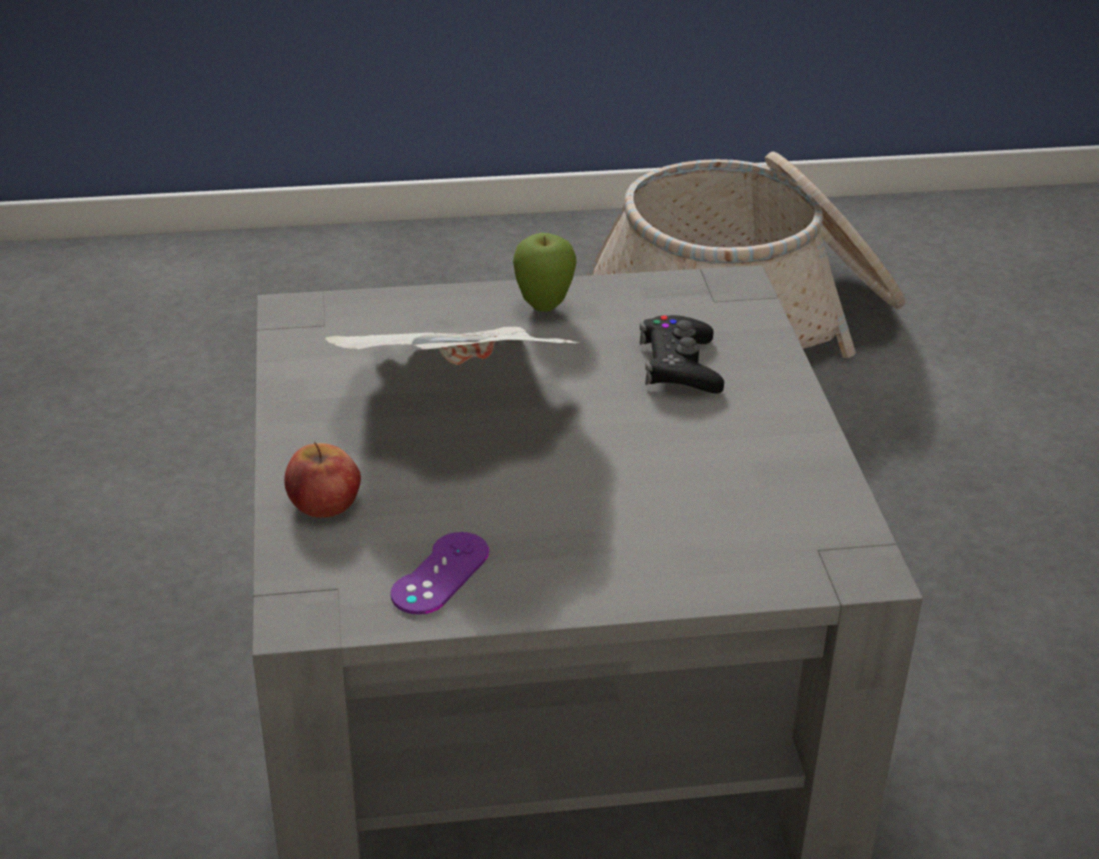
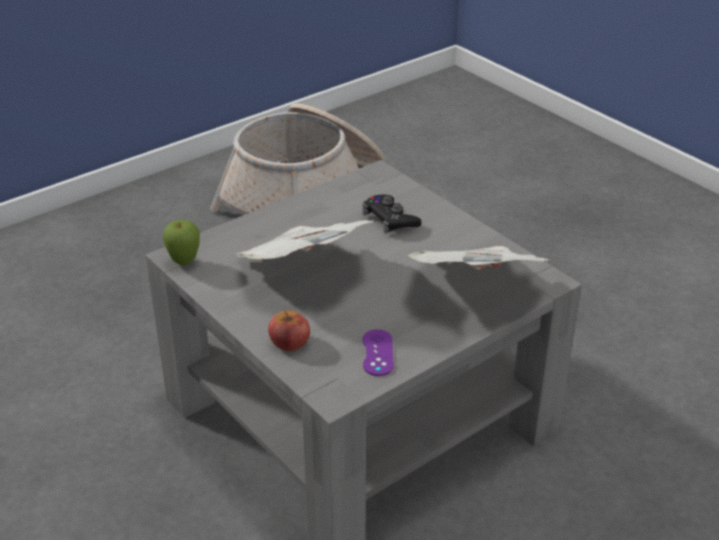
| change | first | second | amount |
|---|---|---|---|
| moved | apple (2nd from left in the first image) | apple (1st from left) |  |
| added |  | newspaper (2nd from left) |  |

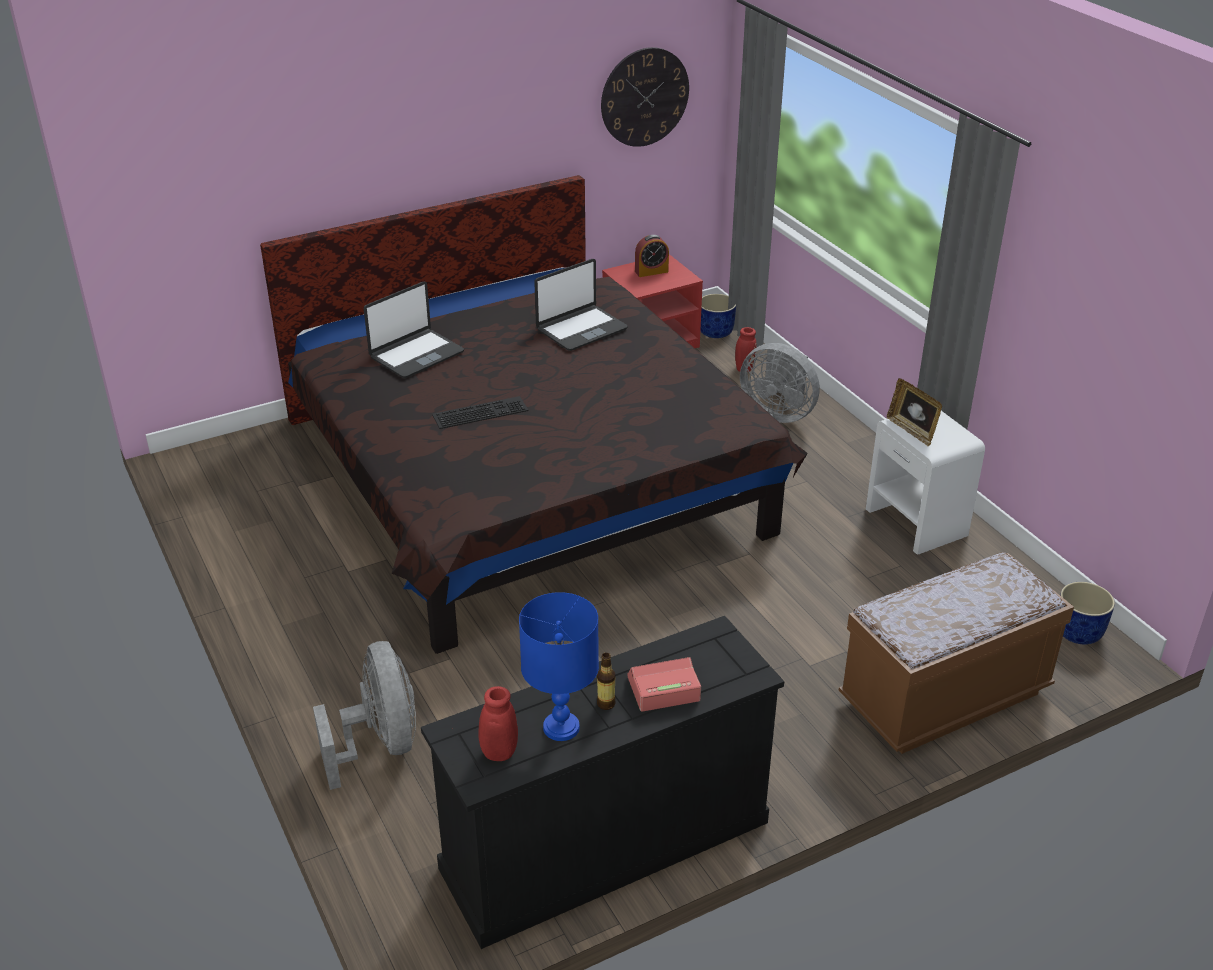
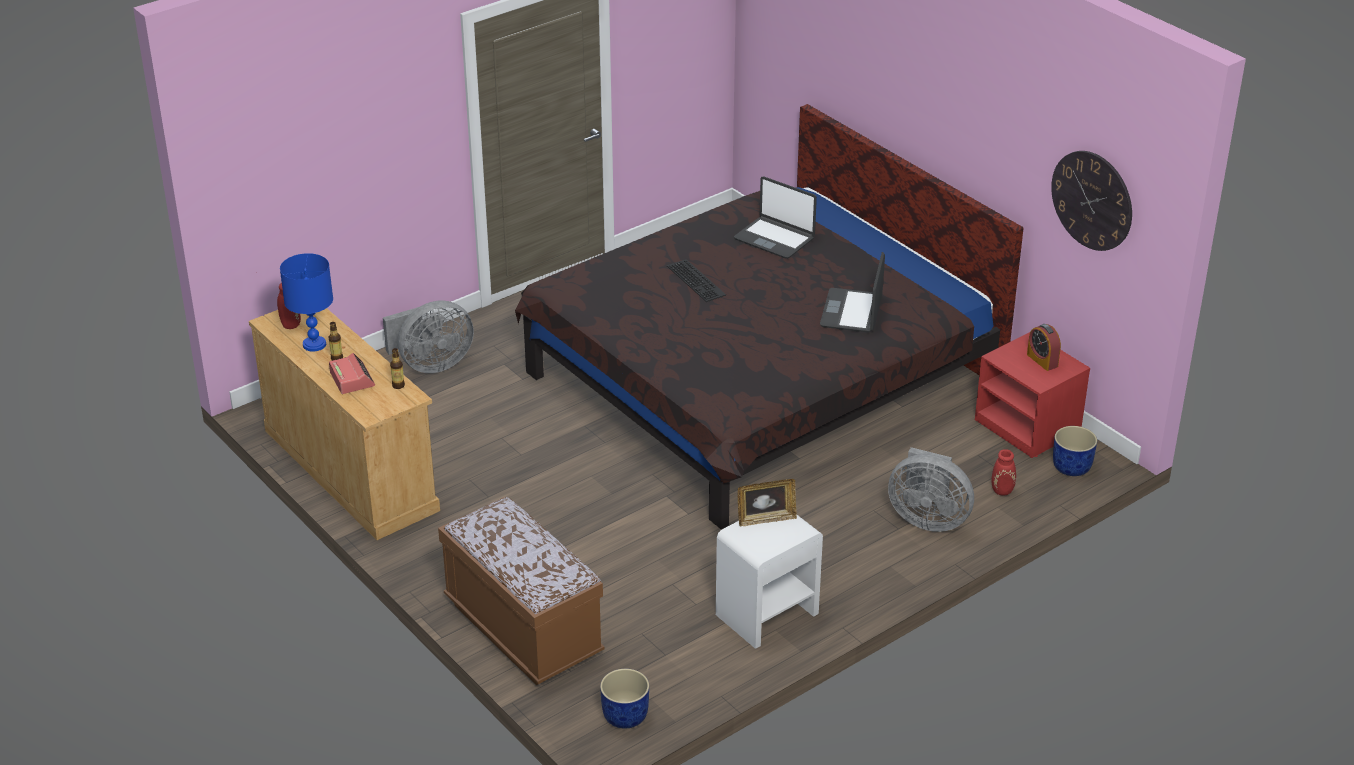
| change | first | second | amount |
|---|---|---|---|
| recoloured | dresser (black) | dresser (beige) |  |
| added |  | bottle (2nd from left) |  |
| turned | picture frame |  | 150 degrees counterclockwise |
| turned | laptop (2nd from left) |  | 60 degrees clockwise |
| turned | fan (grey) (2nd from left) |  | 90 degrees counterclockwise |

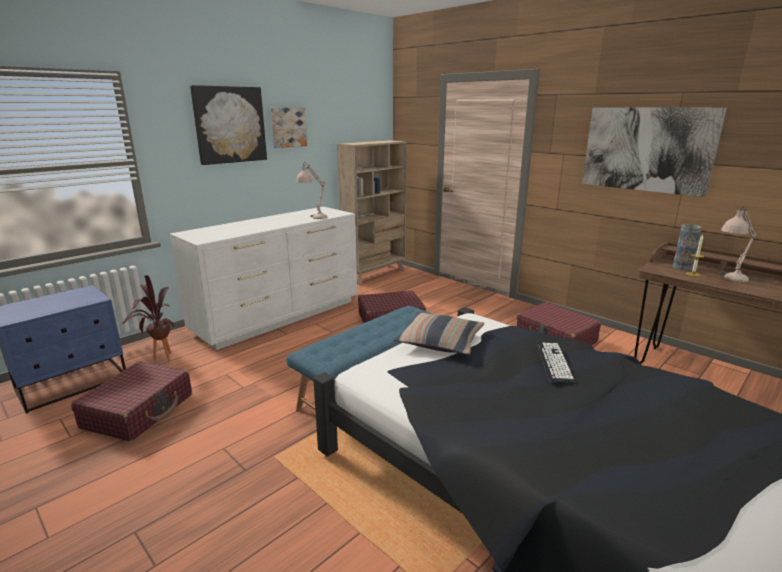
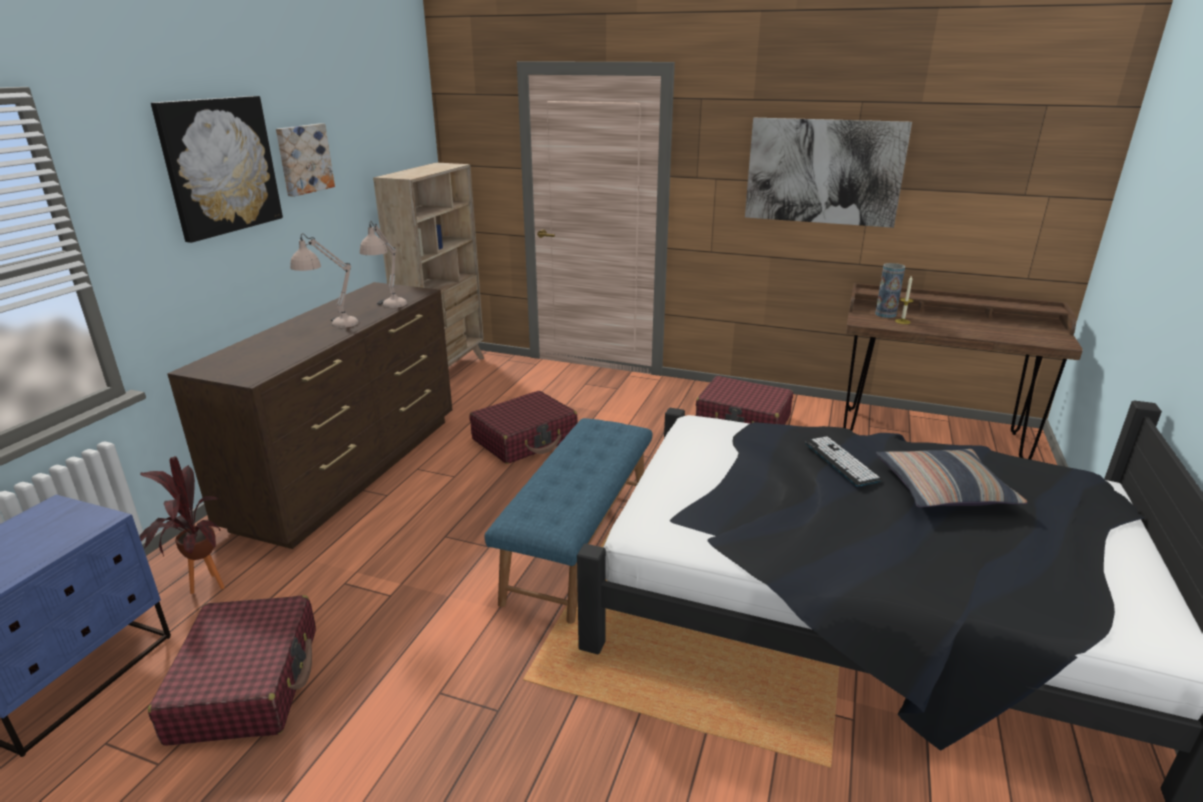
| change | first | second | amount |
|---|---|---|---|
| recoloured | dresser (white) | dresser (brown) |  |
| moved | table lamp (beige) (2nd from left in the first image) | table lamp (beige) (1st from left) |  |
| moved | pillow |  |  |

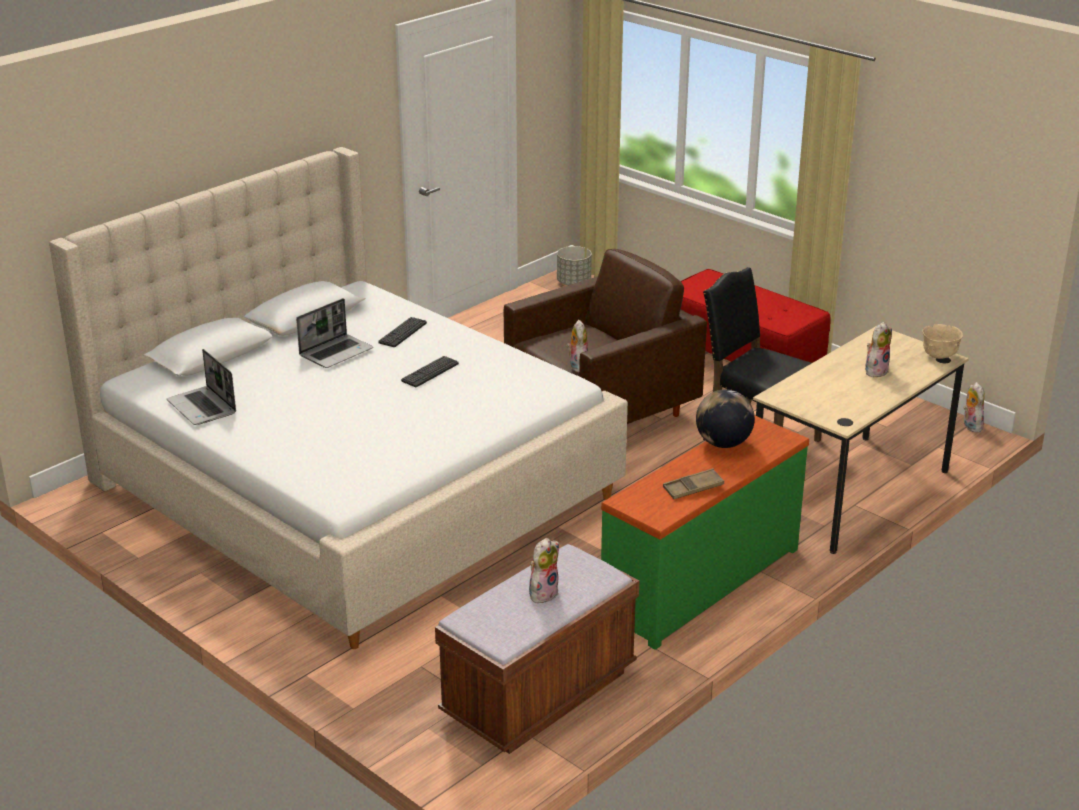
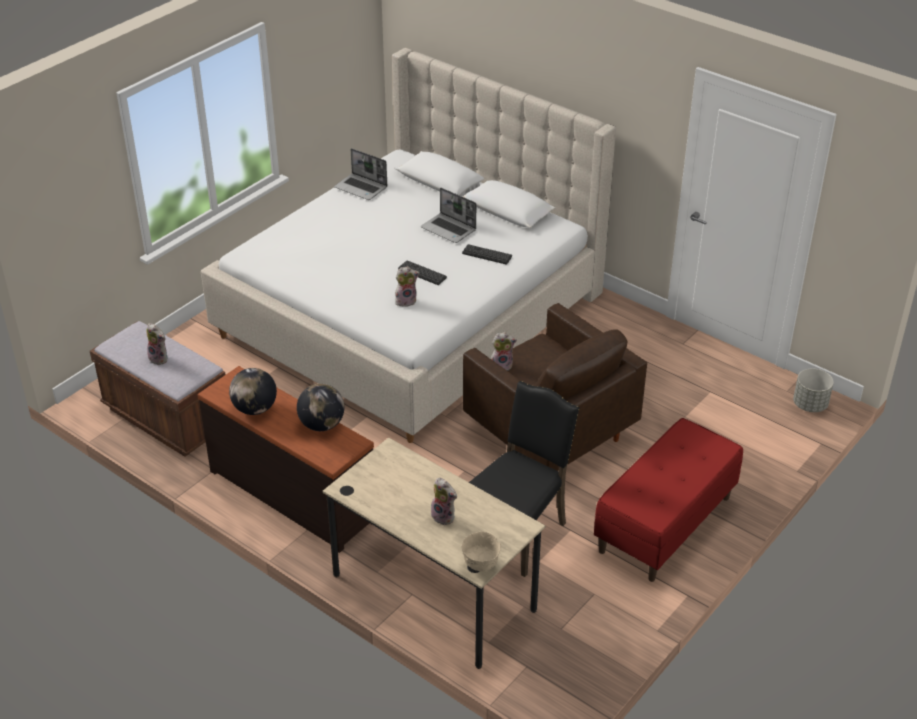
| change | first | second | amount |
|---|---|---|---|
| recoloured | dresser (green) | dresser (brown) |  |
| replaced | tray (brown) | globe (1st from left) |  |
| turned | laptop (1st from left) |  | 105 degrees counterclockwise |
| moved | plush toy (4th from left in the first image) | plush toy (2nd from left) |  |

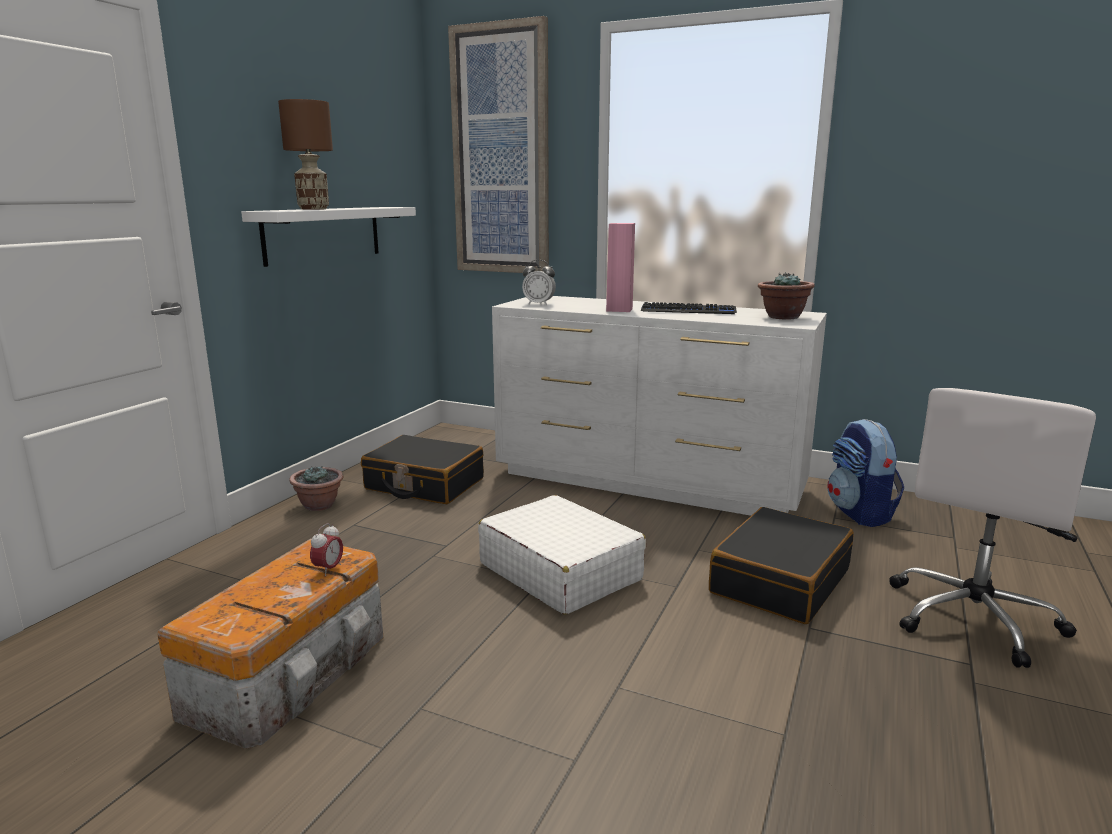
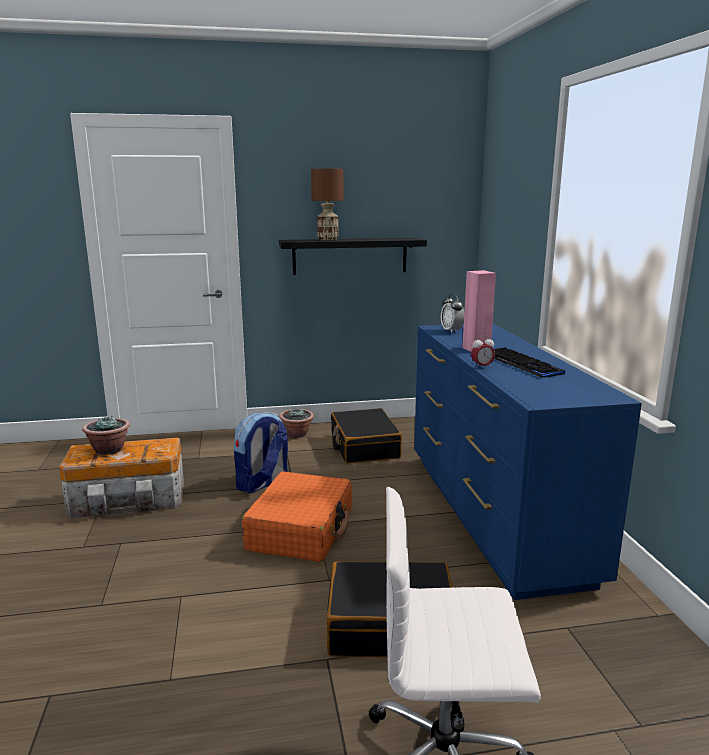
| change | first | second | amount |
|---|---|---|---|
| moved | potted plant (2nd from left in the first image) | potted plant (1st from left) |  |
| moved | backpack |  |  |
| recoloured | suitcase (white) | suitcase (orange) |  |
| recoloured | shelf (white) | shelf (black) |  |
| recoloured | dresser (white) | dresser (blue) |  |
| moved | alarm clock (1st from left in the first image) | alarm clock (2nd from left) |  |
| removed | picture |  |  |

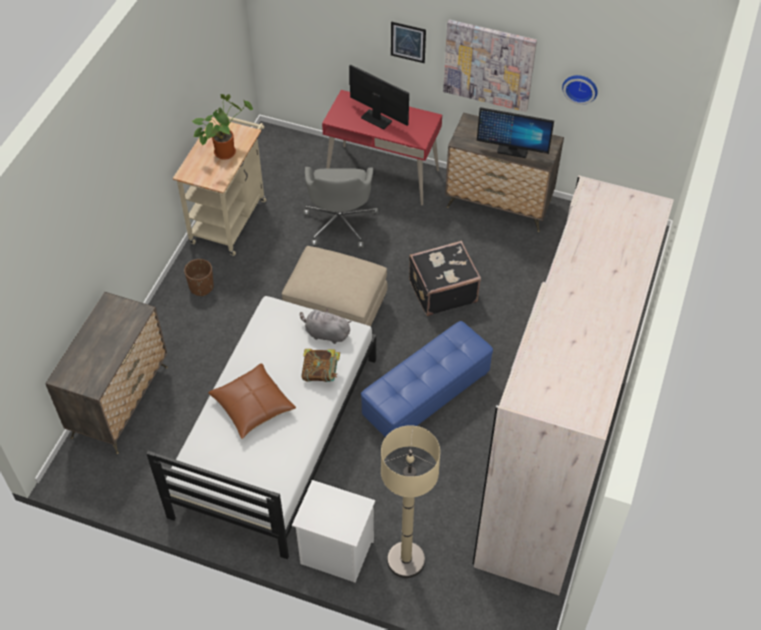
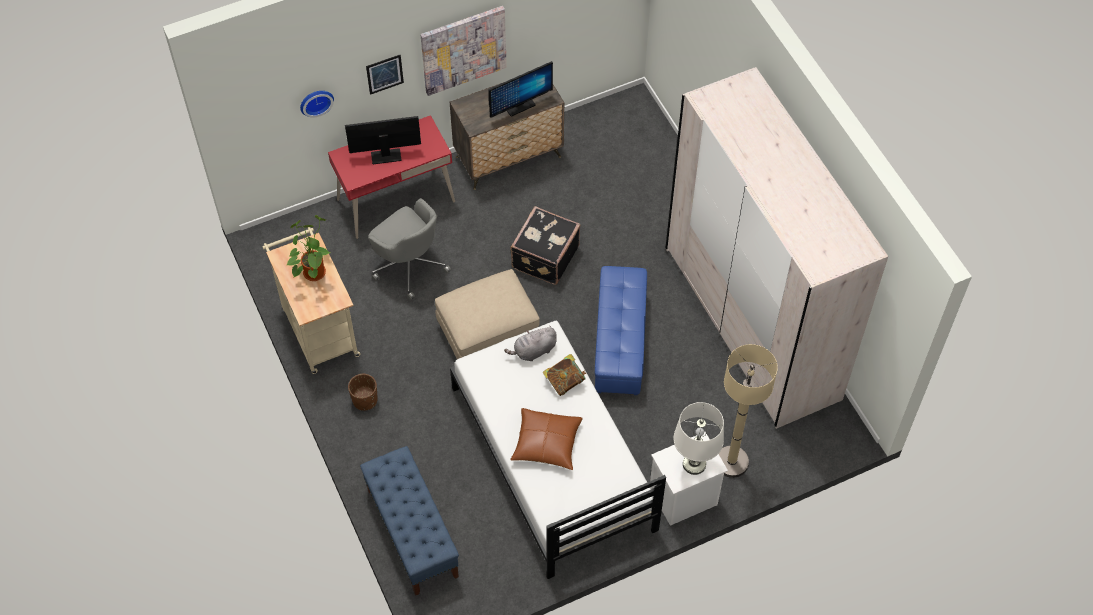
| change | first | second | amount |
|---|---|---|---|
| moved | wall clock |  |  |
| replaced | dresser (1st from left) | bench (blue) |  |
| added |  | table lamp (white) |  |

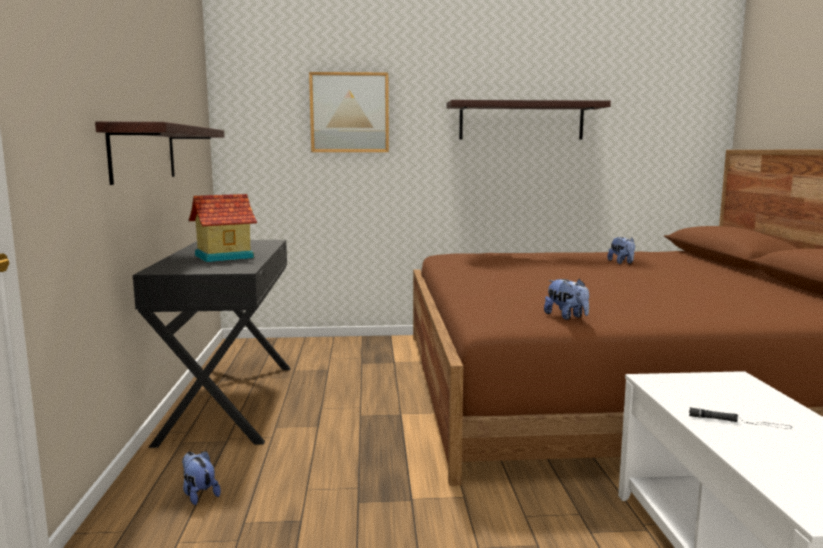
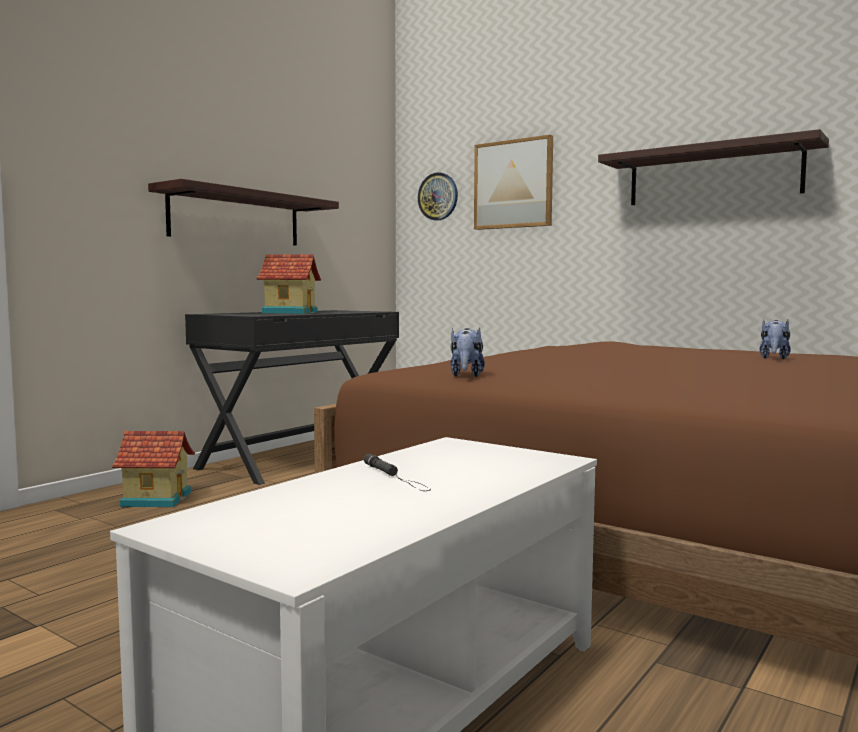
| change | first | second | amount |
|---|---|---|---|
| replaced | plush toy (1st from left) | toy house (1st from left) |  |
| added |  | wall clock |  |

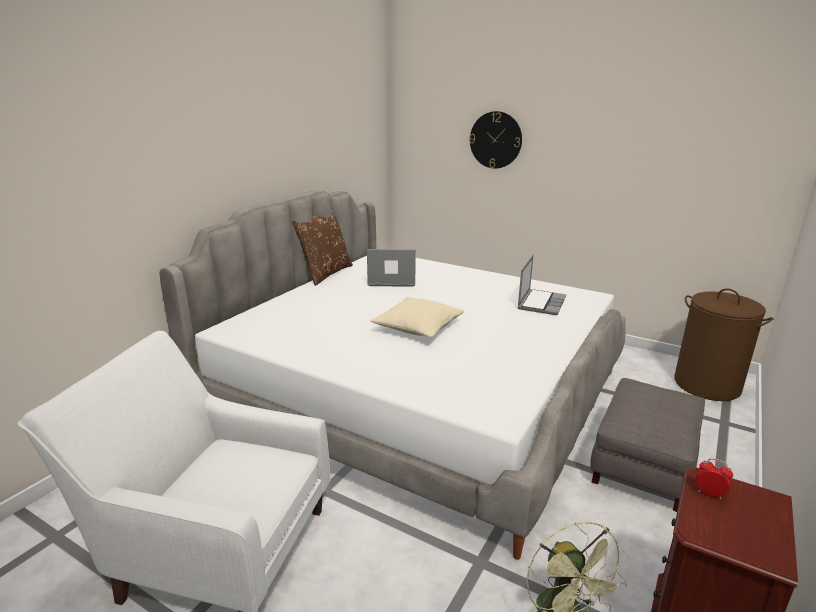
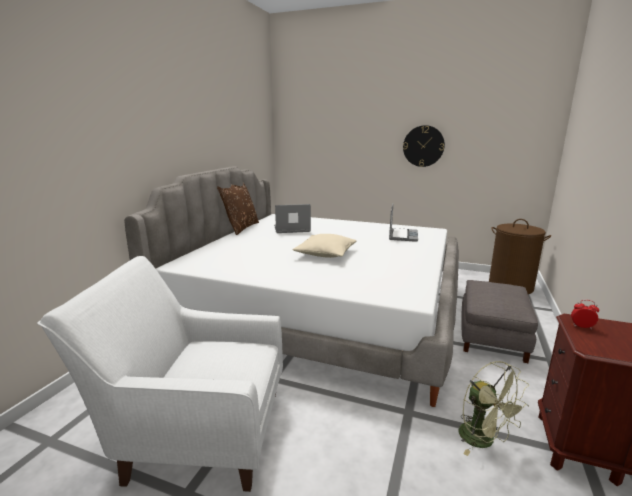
| change | first | second | amount |
|---|---|---|---|
| moved | wall clock |  |  |

